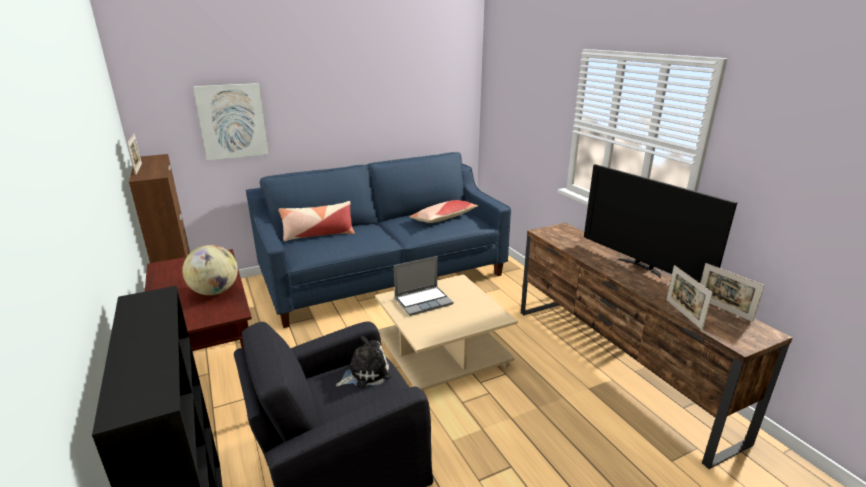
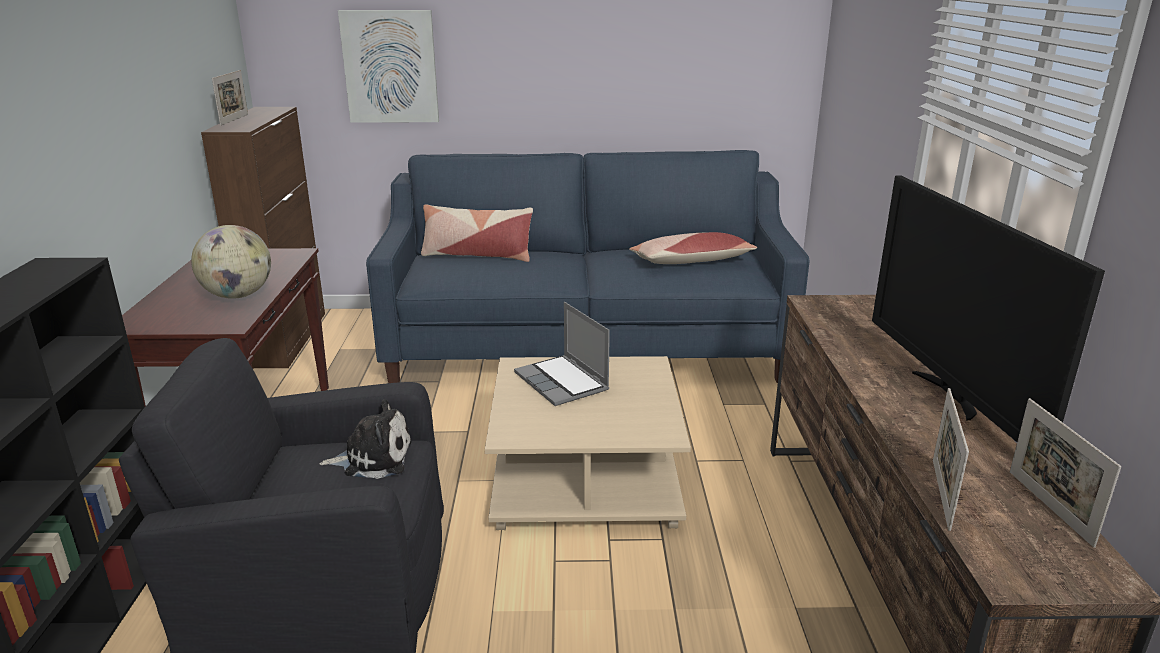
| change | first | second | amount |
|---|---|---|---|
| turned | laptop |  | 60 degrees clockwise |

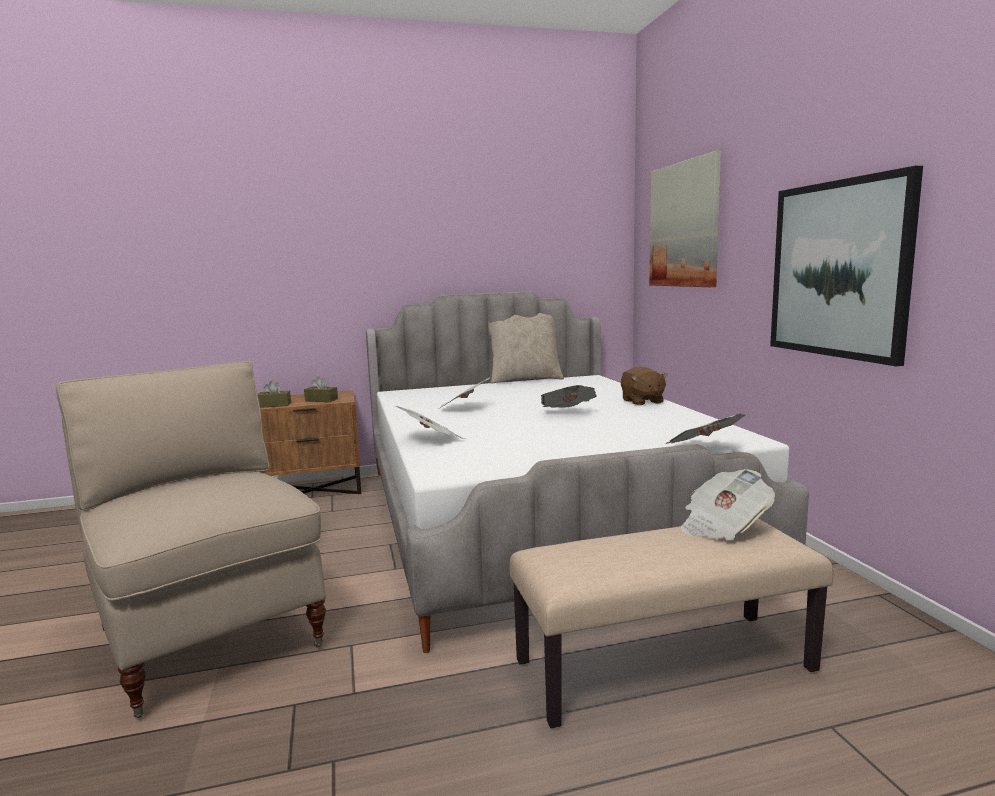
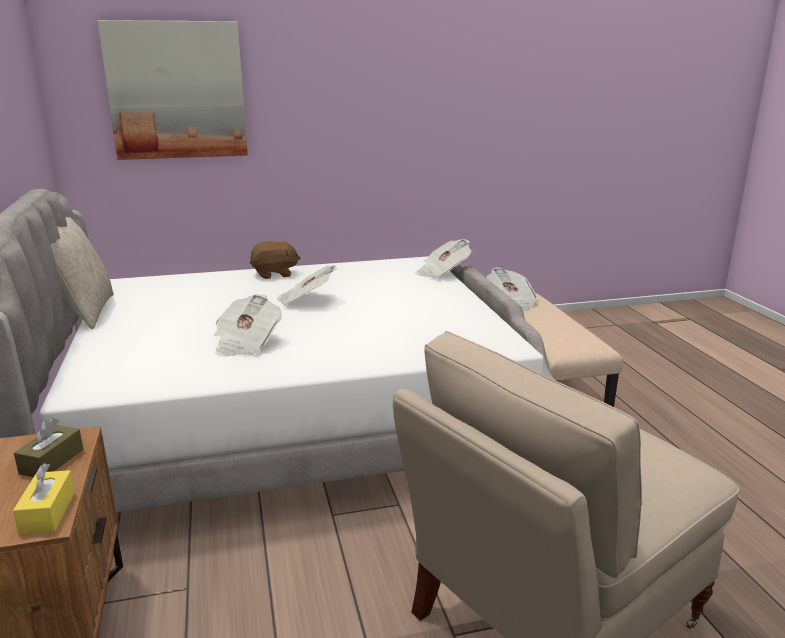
| change | first | second | amount |
|---|---|---|---|
| recoloured | tissue box (brown) (1st from left) | tissue box (yellow) |  |
| removed | newspaper (1st from left) |  |  |
| removed | picture (2nd from left) |  |  |

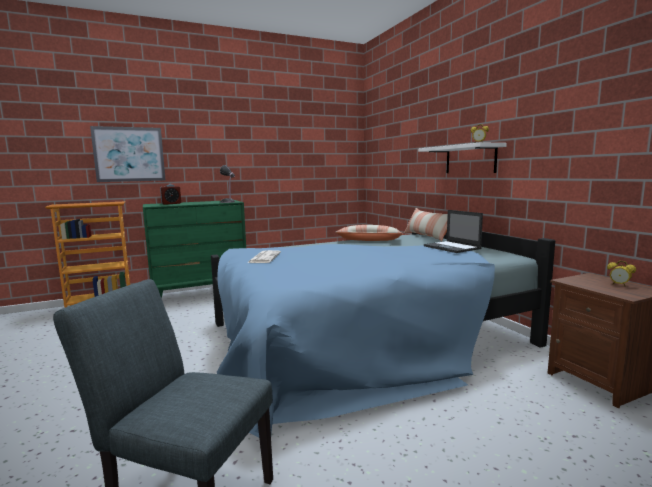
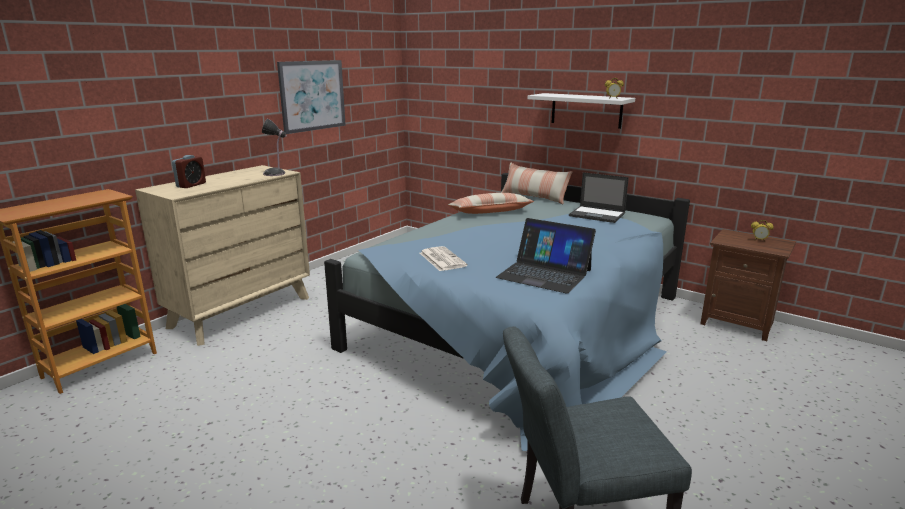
| change | first | second | amount |
|---|---|---|---|
| recoloured | dresser (green) | dresser (beige) |  |
| moved | picture |  |  |
| added |  | laptop (1st from left) |  |

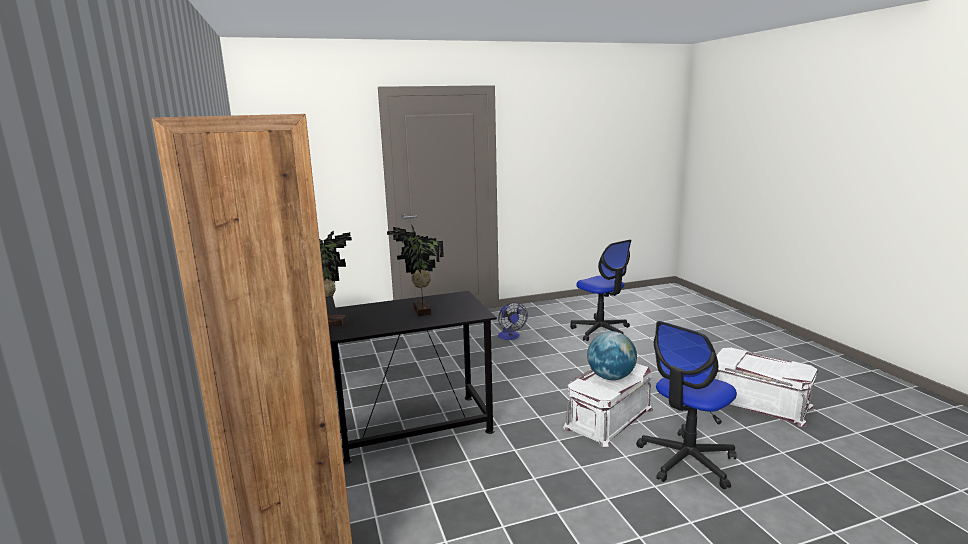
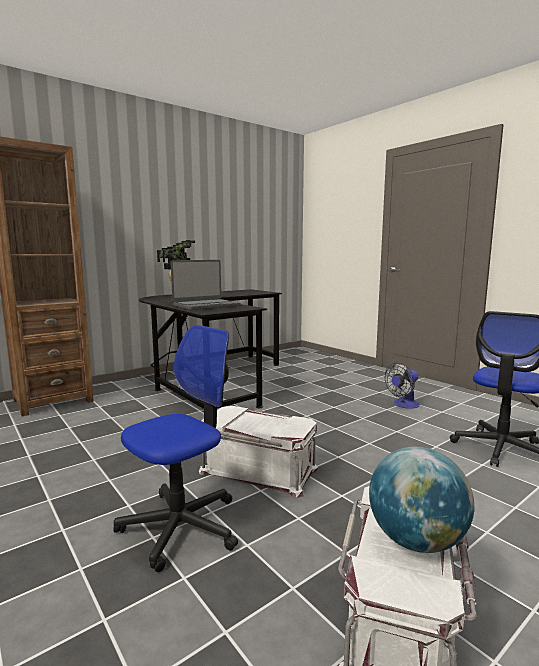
| change | first | second | amount |
|---|---|---|---|
| turned | office chair (2nd from left in the first image) | office chair (1st from left) | 105 degrees clockwise |
| replaced | potted plant (2nd from left) | laptop |  |
| moved | globe |  |  |

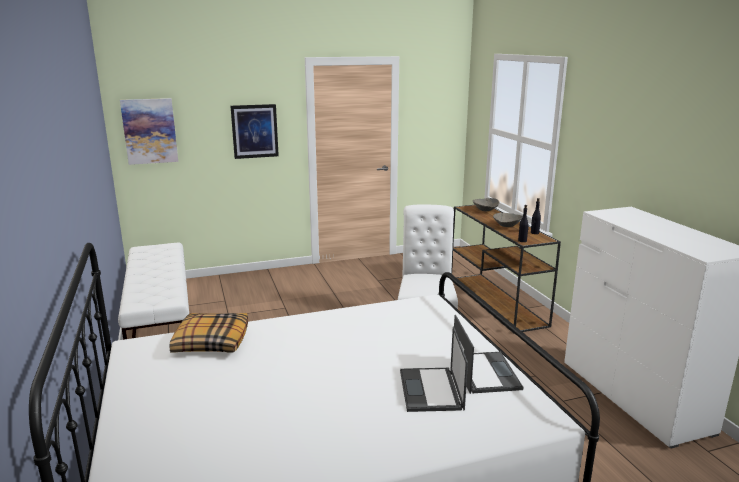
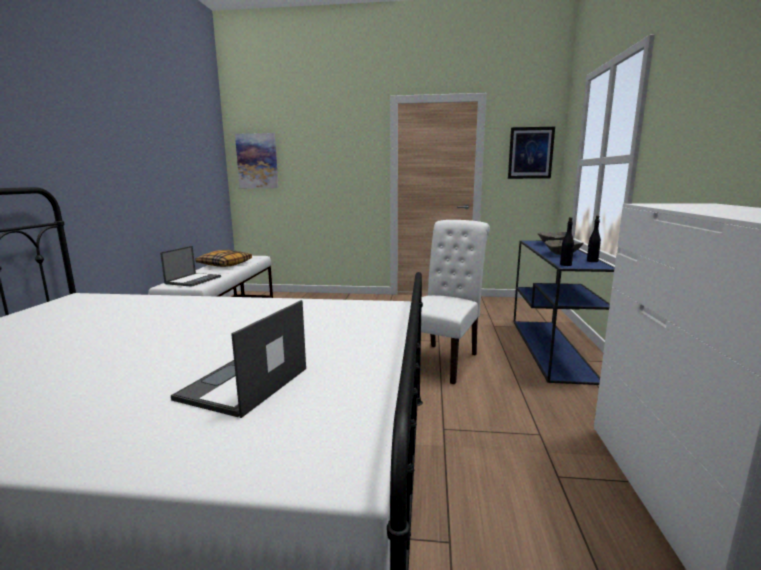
| change | first | second | amount |
|---|---|---|---|
| moved | laptop (2nd from left in the first image) | laptop (1st from left) |  |
| moved | pillow |  |  |
| moved | picture (2nd from left) |  |  |
| recoloured | console table (brown) | console table (blue) |  |

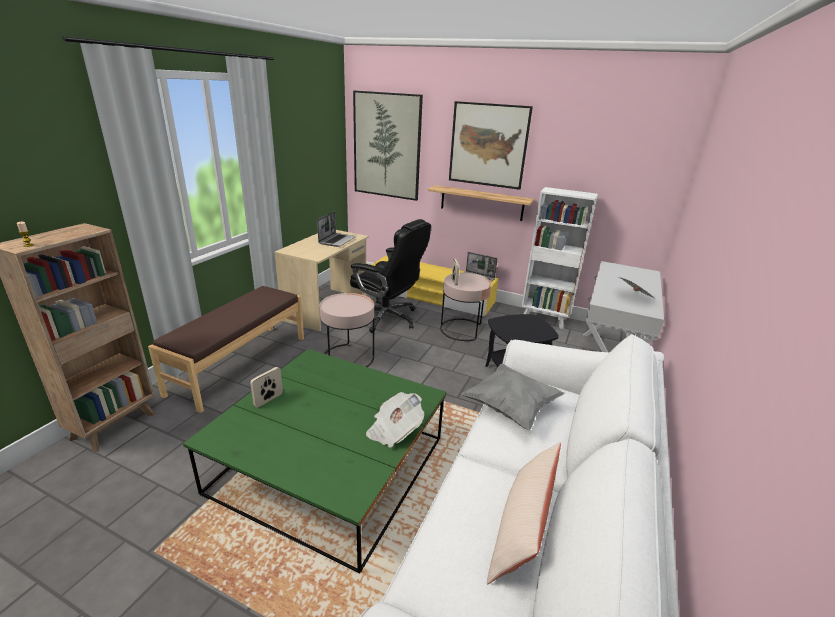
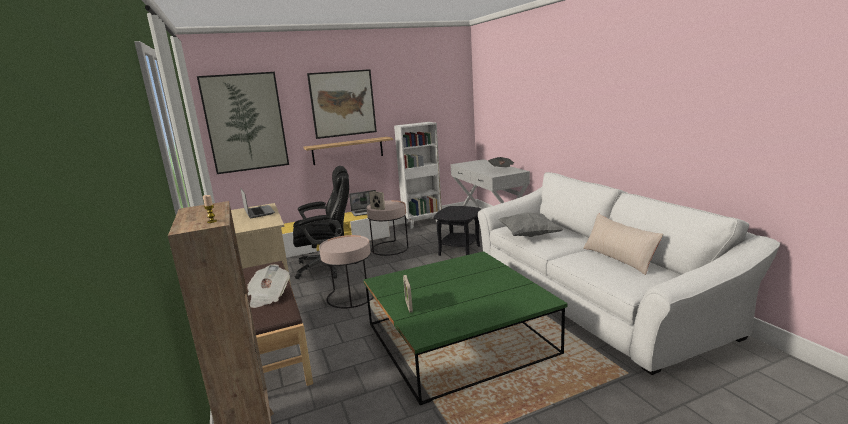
| change | first | second | amount |
|---|---|---|---|
| moved | newspaper (1st from left) |  |  |

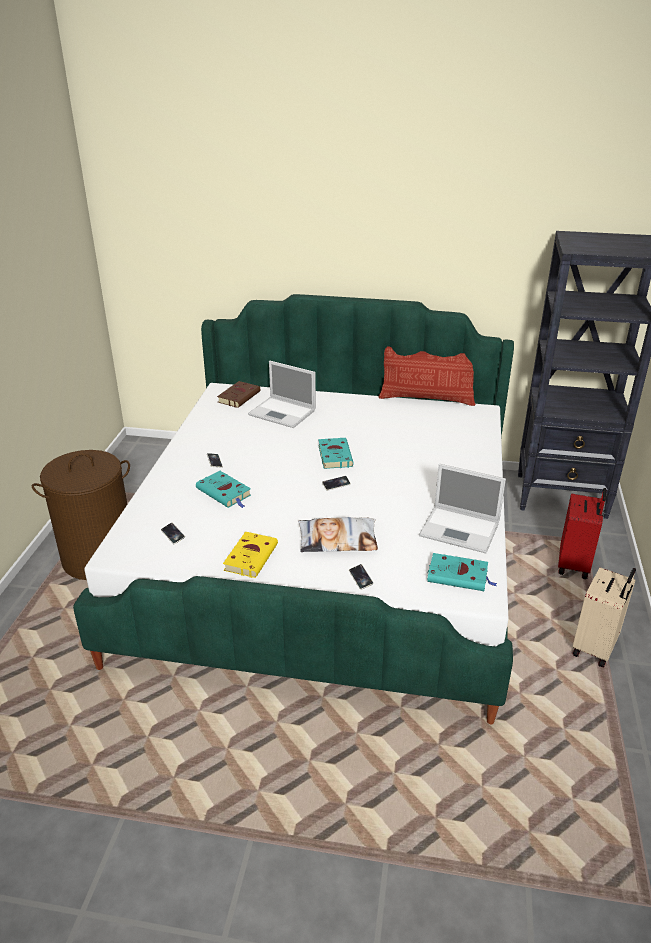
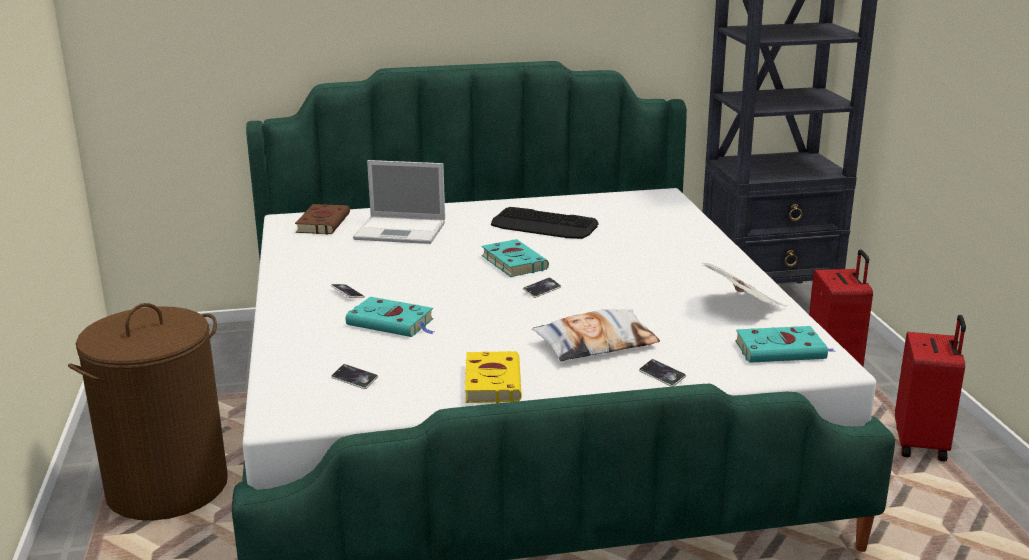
| change | first | second | amount |
|---|---|---|---|
| added |  | keyboard |  |
| replaced | laptop (2nd from left) | newspaper |  |
| recoloured | suitcase (beige) | suitcase (red) (2nd from left) |  |
| removed | pillow (2nd from left) |  |  |

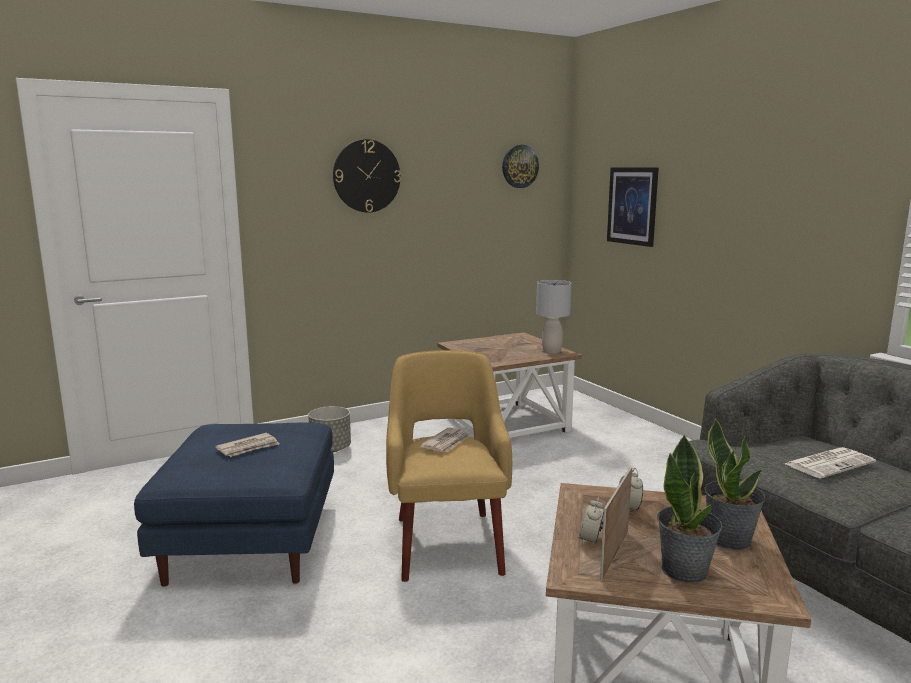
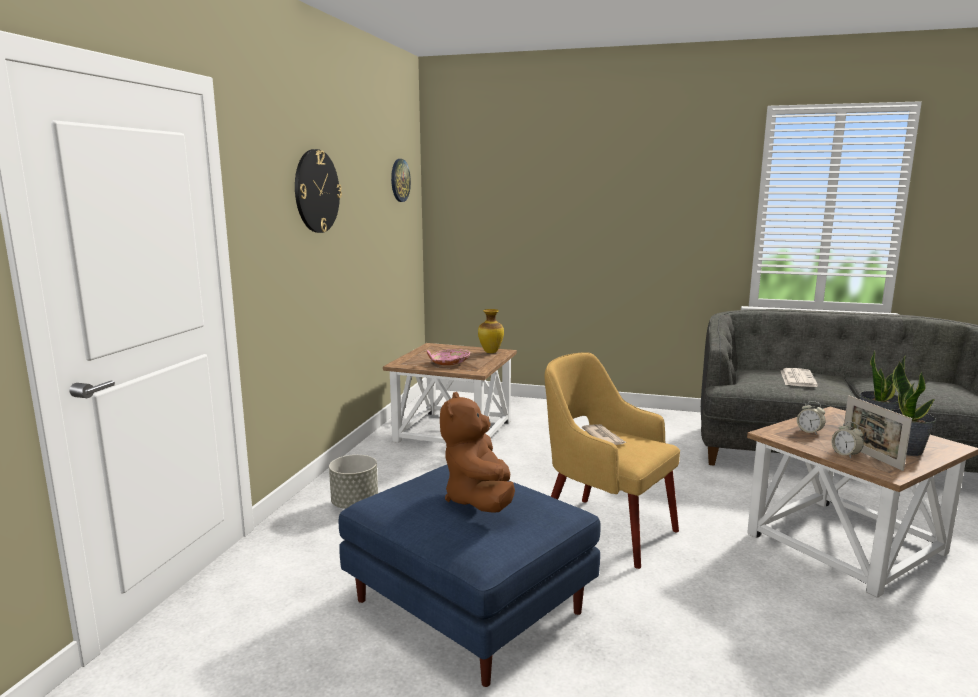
| change | first | second | amount |
|---|---|---|---|
| added |  | bowl (pink) |  |
| replaced | newspaper (1st from left) | plush toy (brown) |  |
| replaced | table lamp (grey) | vase |  |
| removed | picture |  |  |

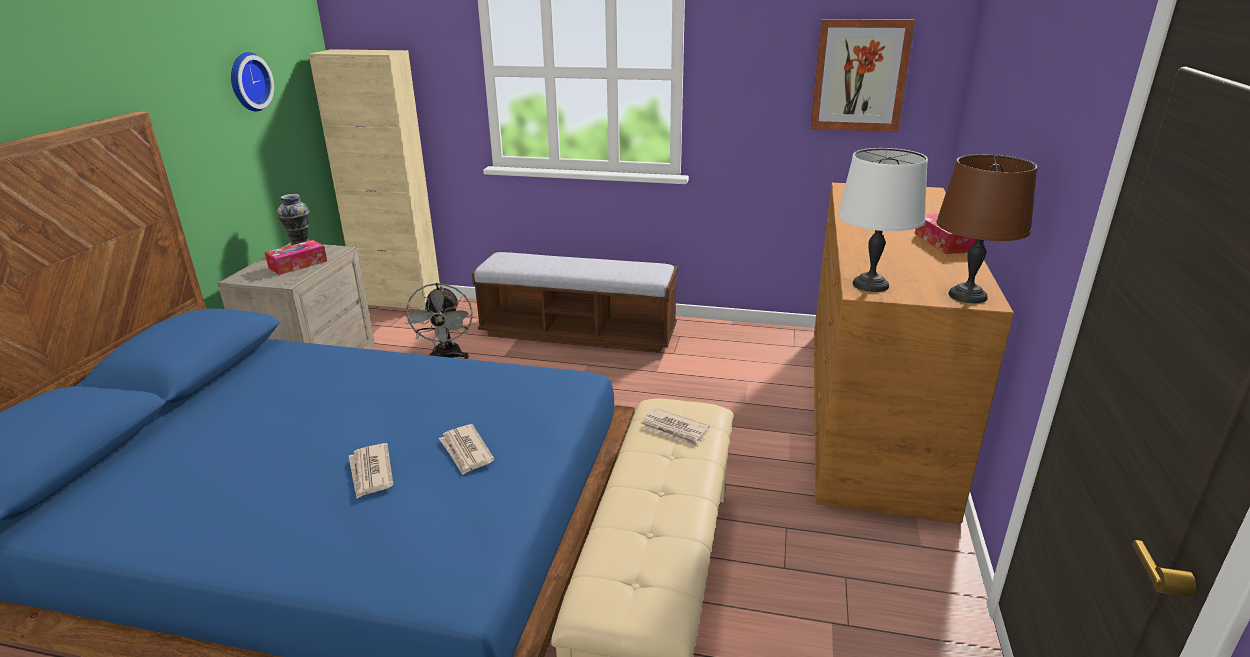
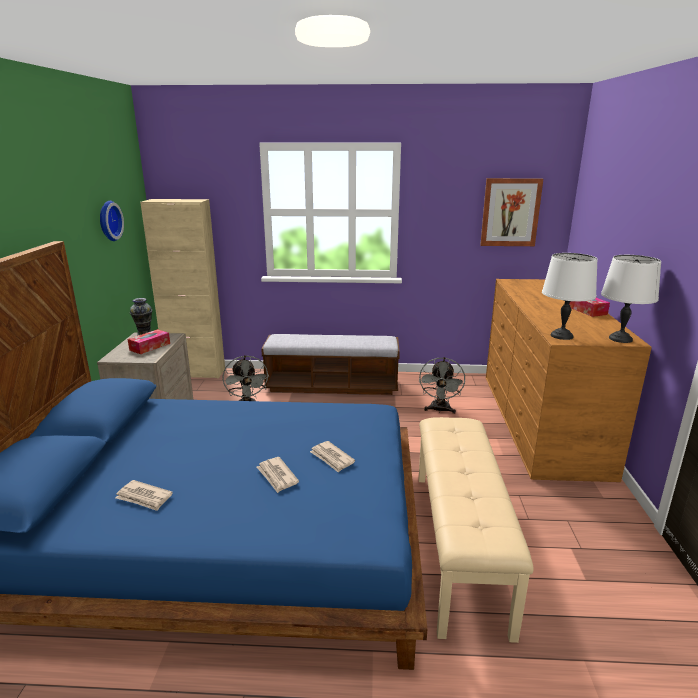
| change | first | second | amount |
|---|---|---|---|
| moved | newspaper (3rd from left in the first image) | newspaper (1st from left) |  |
| added |  | fan (grey) (2nd from left) |  |
| recoloured | table lamp (brown) | table lamp (white) (2nd from left) |  |

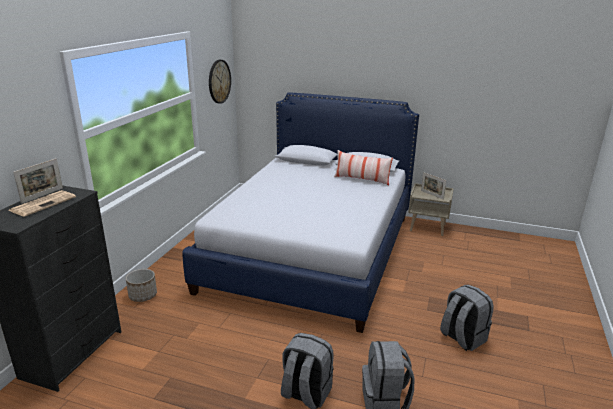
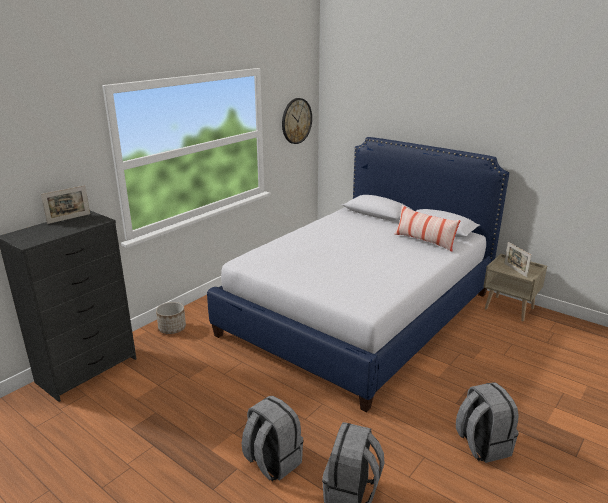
| change | first | second | amount |
|---|---|---|---|
| removed | newspaper |  |  |

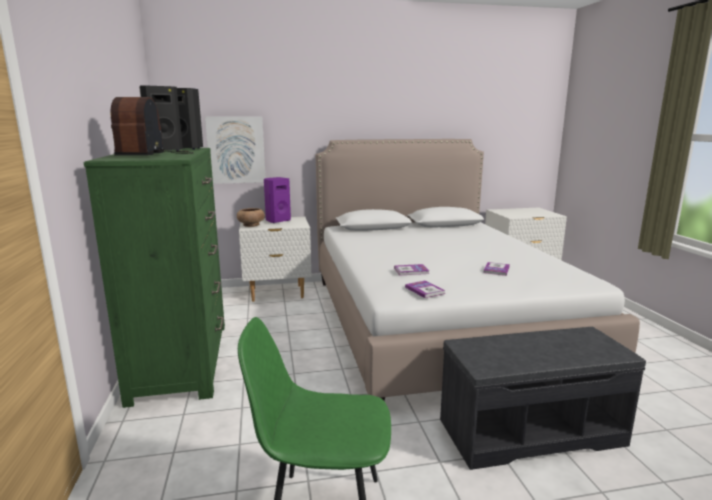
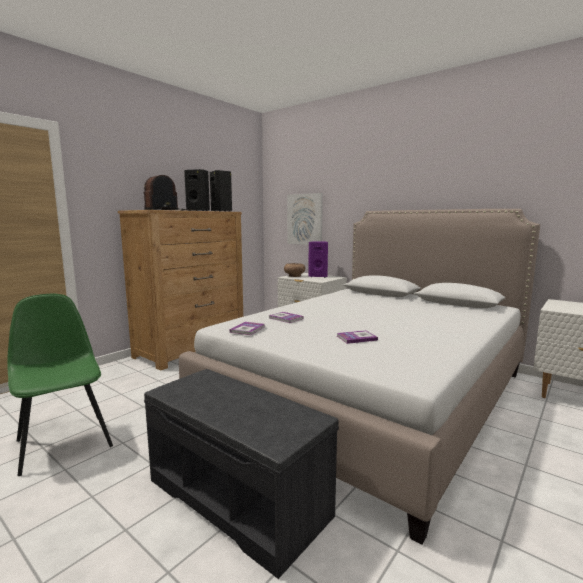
| change | first | second | amount |
|---|---|---|---|
| recoloured | dresser (green) | dresser (brown) |  |

